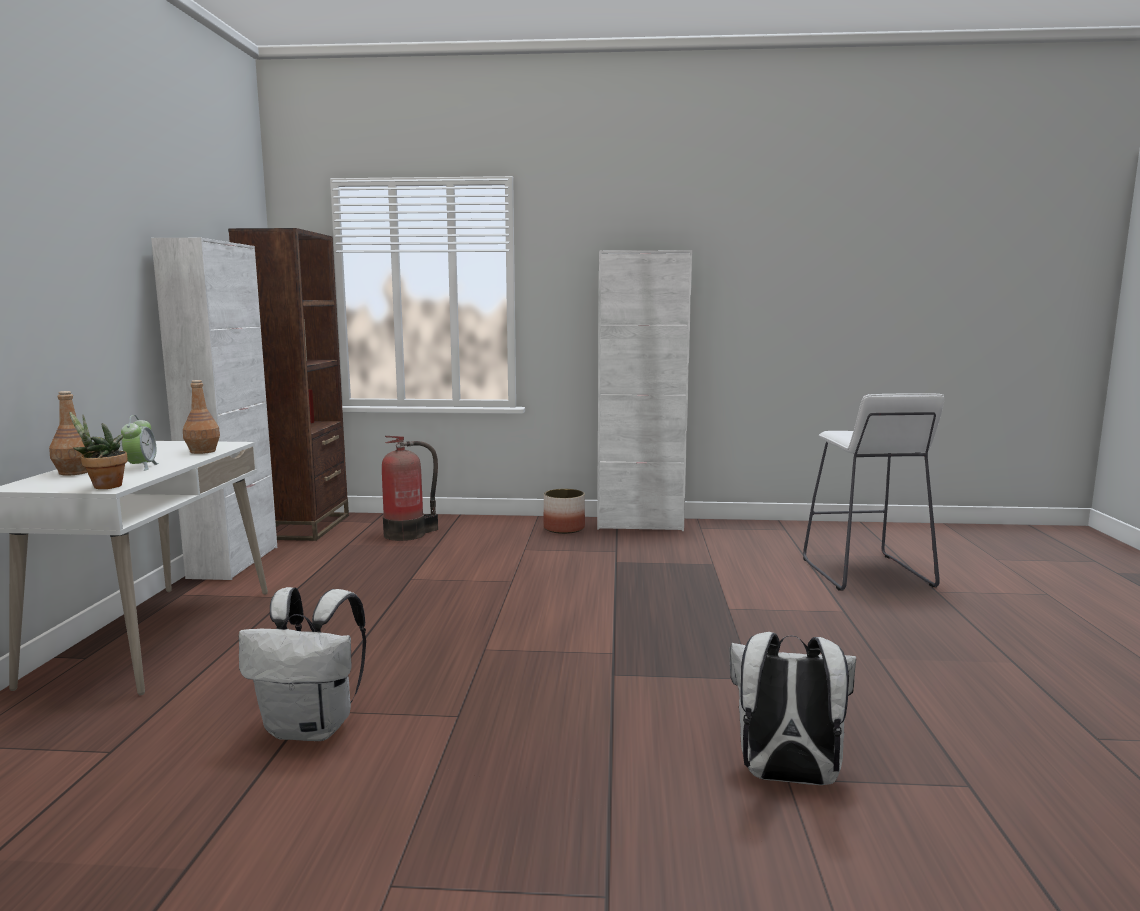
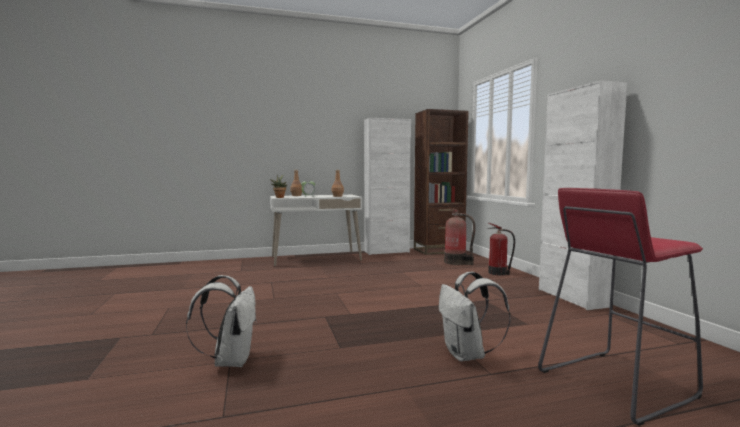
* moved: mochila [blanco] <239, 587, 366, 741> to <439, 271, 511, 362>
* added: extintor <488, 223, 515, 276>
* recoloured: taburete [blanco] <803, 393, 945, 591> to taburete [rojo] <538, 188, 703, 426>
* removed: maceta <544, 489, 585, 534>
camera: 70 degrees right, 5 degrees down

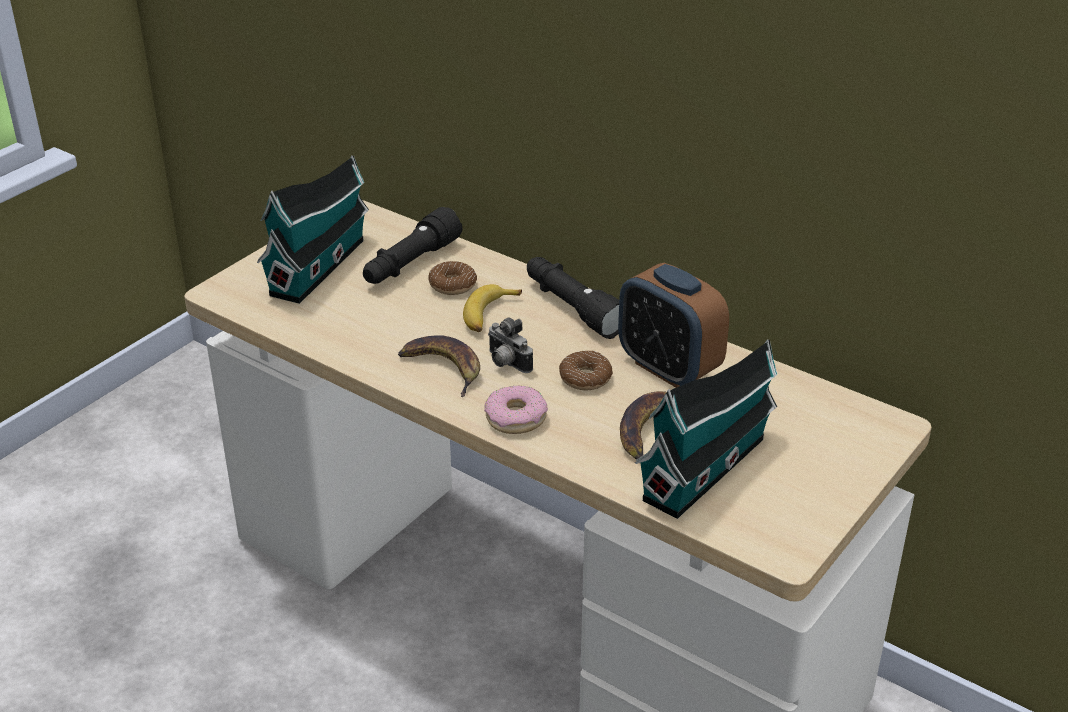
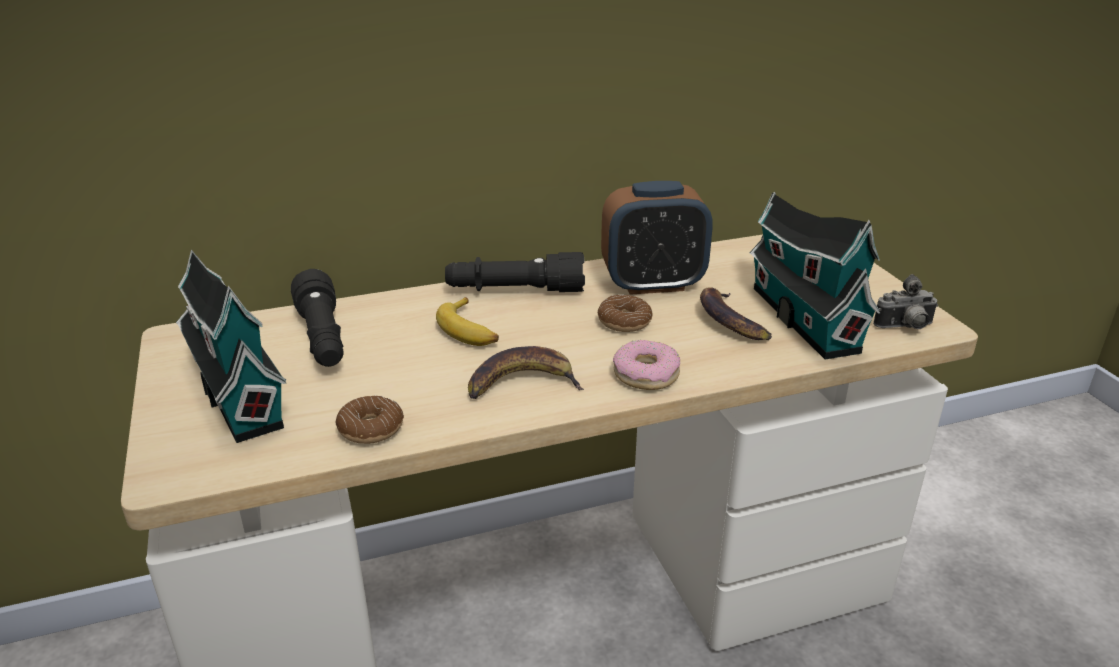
* moved: rosquilla <429, 261, 477, 295> to <336, 395, 404, 444>
* moved: cámara <488, 317, 533, 373> to <873, 274, 938, 329>
camera: 55 degrees left, 5 degrees down

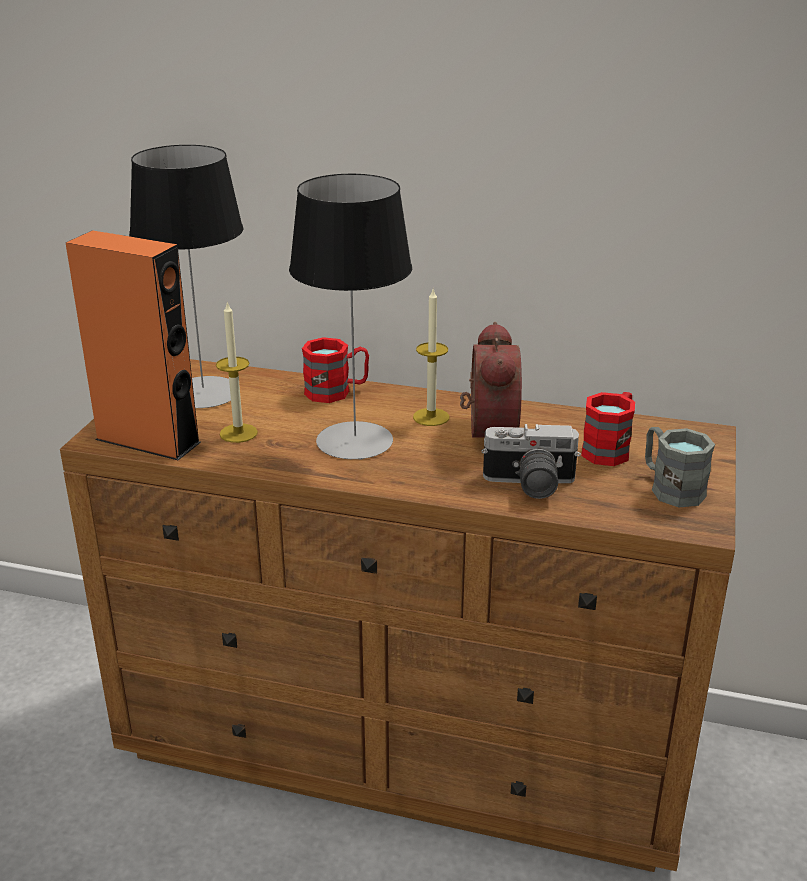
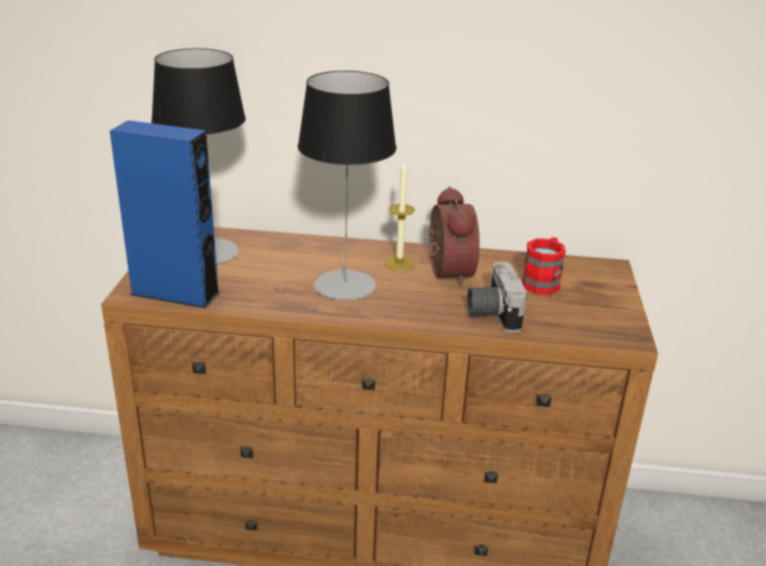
* recoloured: altavoz [naranja] <66, 230, 201, 460> to altavoz [azul] <110, 120, 220, 308>
* turned: cámara <481, 424, 581, 499> = <467, 262, 527, 333> 90 degrees clockwise
* removed: vela <216, 302, 258, 443>
* removed: taza grande [rojo] <302, 337, 369, 403>
* removed: taza grande [gris] <645, 427, 715, 508>
camera: 10 degrees left, 0 degrees up

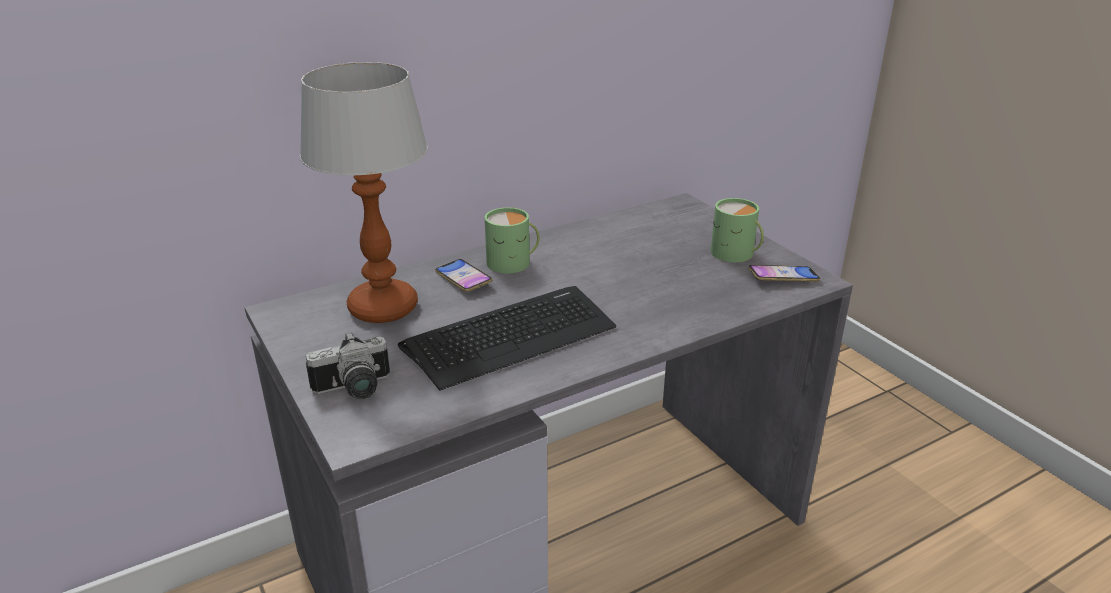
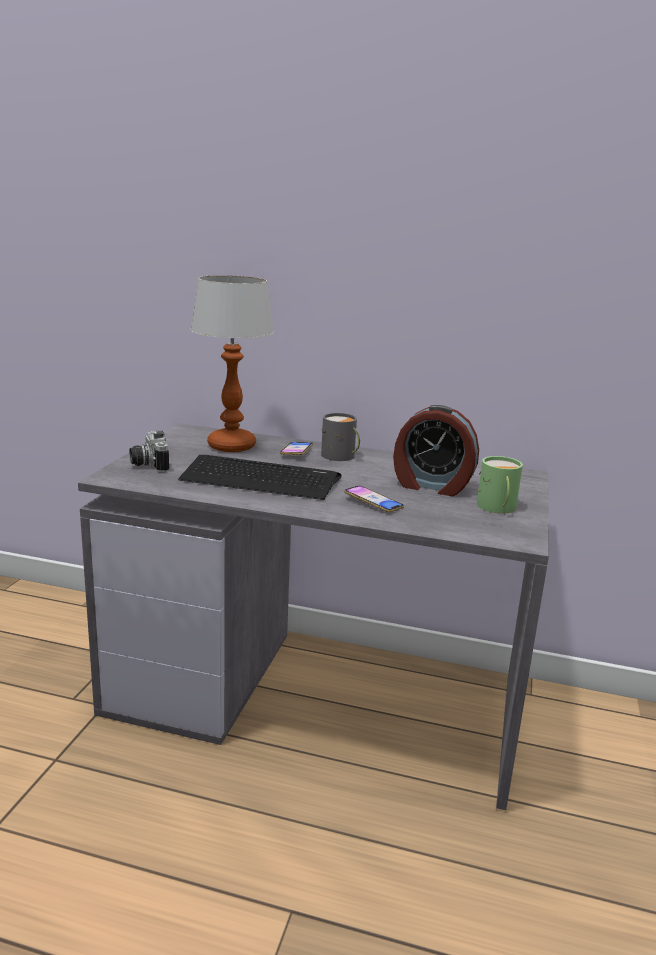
* turned: cámara <306, 332, 390, 399> = <130, 431, 169, 472> 45 degrees clockwise
* recoloured: taza grande [verde] <485, 207, 540, 273> to taza grande [gris] <321, 413, 360, 461>
* moved: móvil <748, 265, 820, 282> to <344, 486, 404, 512>
* added: despertador <393, 405, 479, 496>
camera: 45 degrees right, 10 degrees down

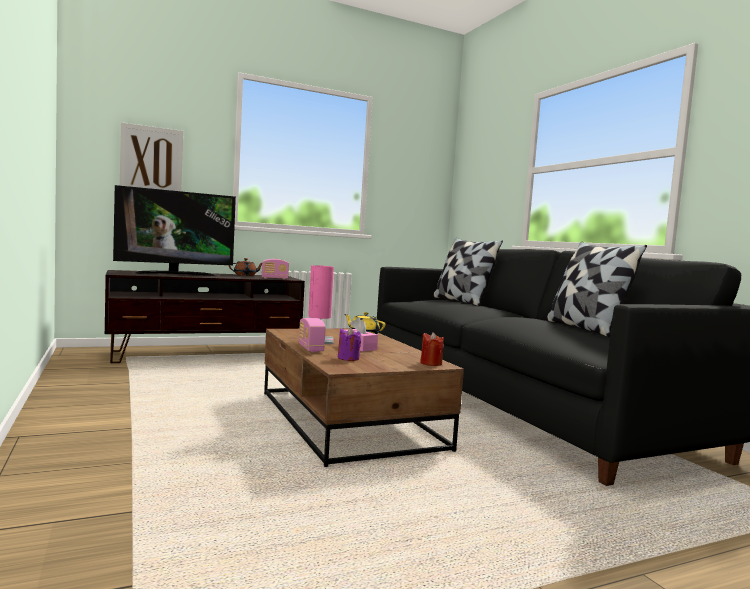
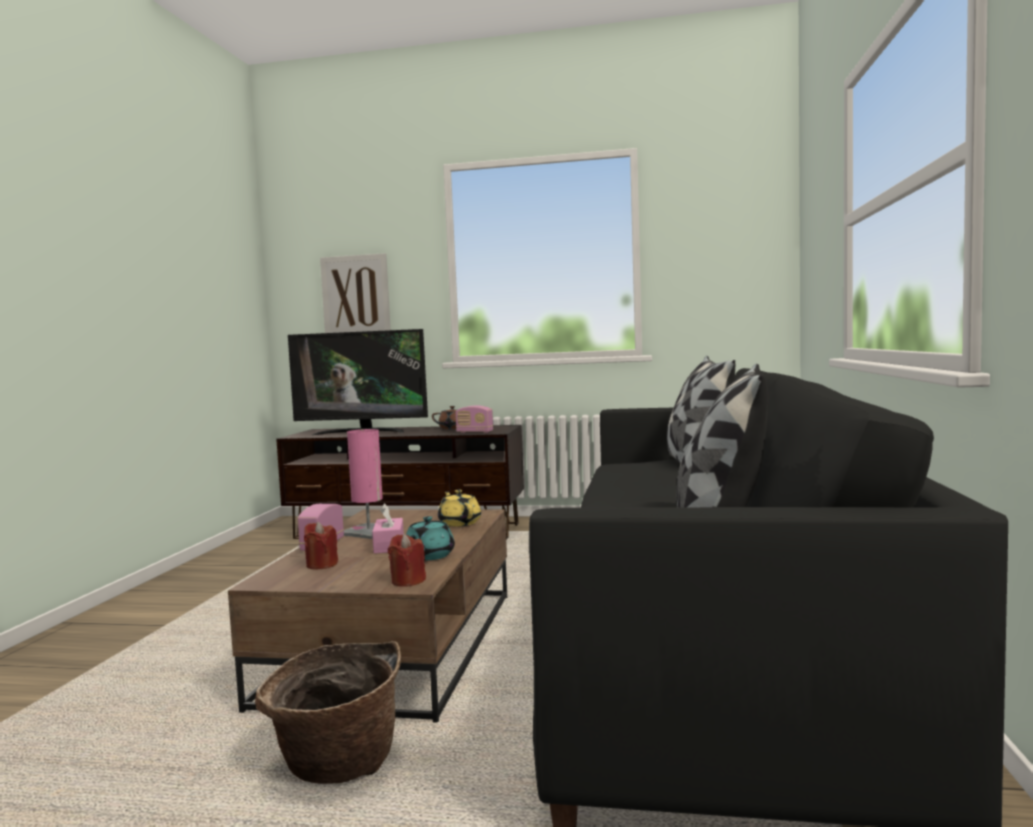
* added: cesta <255, 641, 401, 784>
* recoloured: vela [morado] <337, 327, 361, 361> to vela [rojo] <304, 522, 338, 570>
* added: tetera [turquesa] <406, 516, 455, 560>
camera: 35 degrees right, 0 degrees up

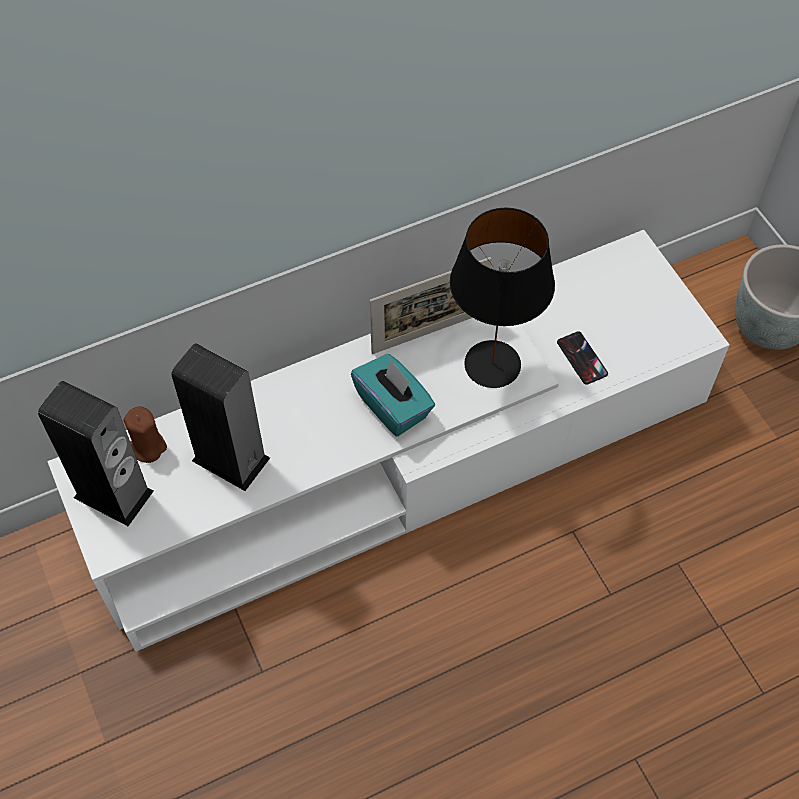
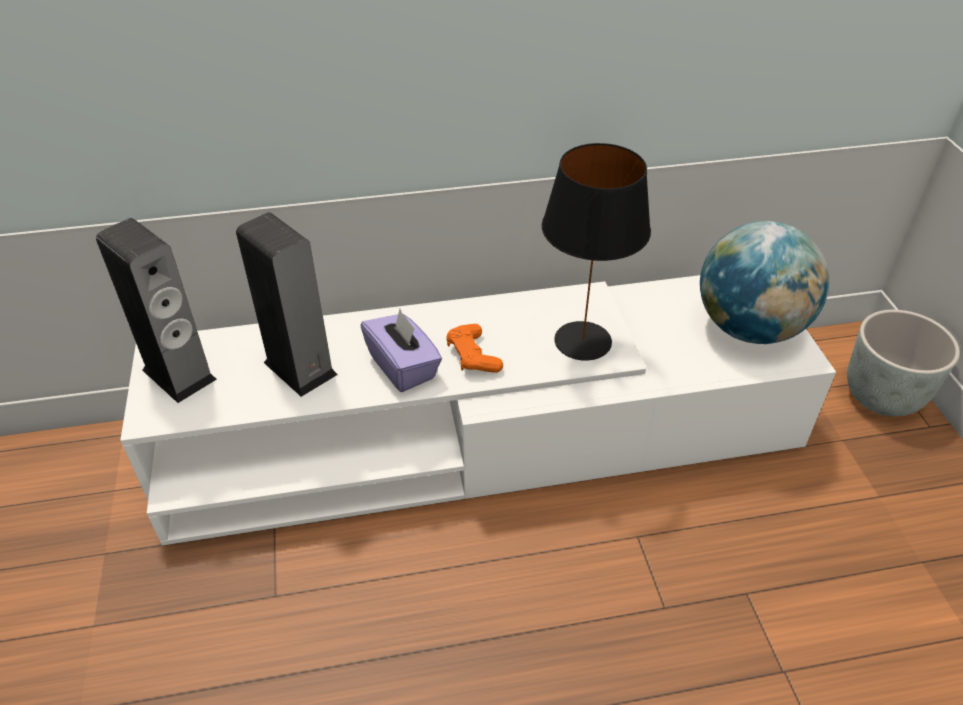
* added: caja de pañuelos [morado] <361, 309, 442, 392>
* replaced: caja de pañuelos [turquesa] <351, 354, 435, 436> to mando de consola [naranja] <447, 324, 503, 373>
* added: globo terráqueo <700, 221, 830, 344>
* removed: vela [marrón] <124, 406, 167, 463>
* removed: portarretratos <370, 257, 491, 354>
* removed: móvil <557, 331, 608, 385>
camera: 15 degrees right, 15 degrees down

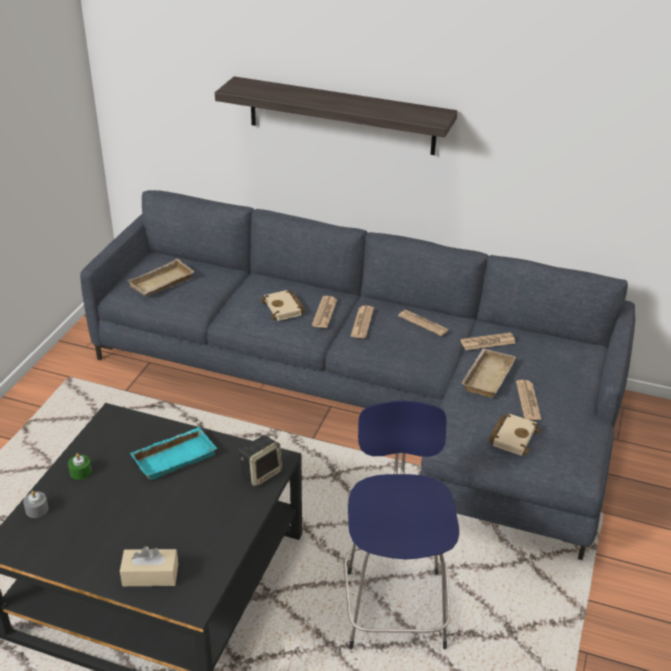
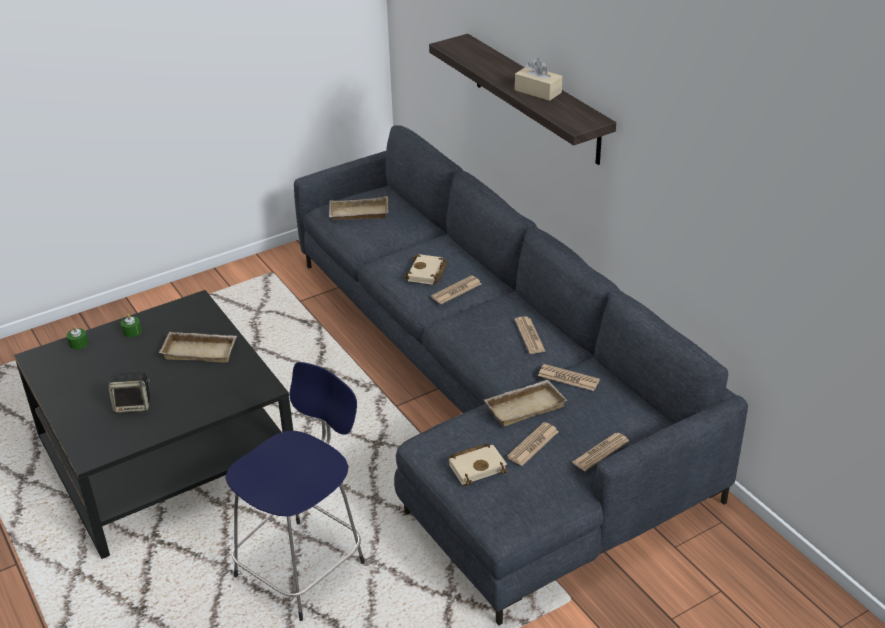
* recoloured: vela [gris] <23, 491, 49, 518> to vela [verde] <67, 326, 88, 350>
* moved: altavoz <239, 435, 282, 487> to <108, 372, 150, 413>
* recoloured: bandeja [turquesa] <130, 427, 217, 480> to bandeja [beis] <159, 332, 237, 363>
* moved: caja de pañuelos [beis] <120, 546, 178, 586> to <515, 58, 562, 101>
* moved: periódico <350, 305, 374, 338> to <572, 433, 629, 471>
camera: 40 degrees right, 0 degrees up

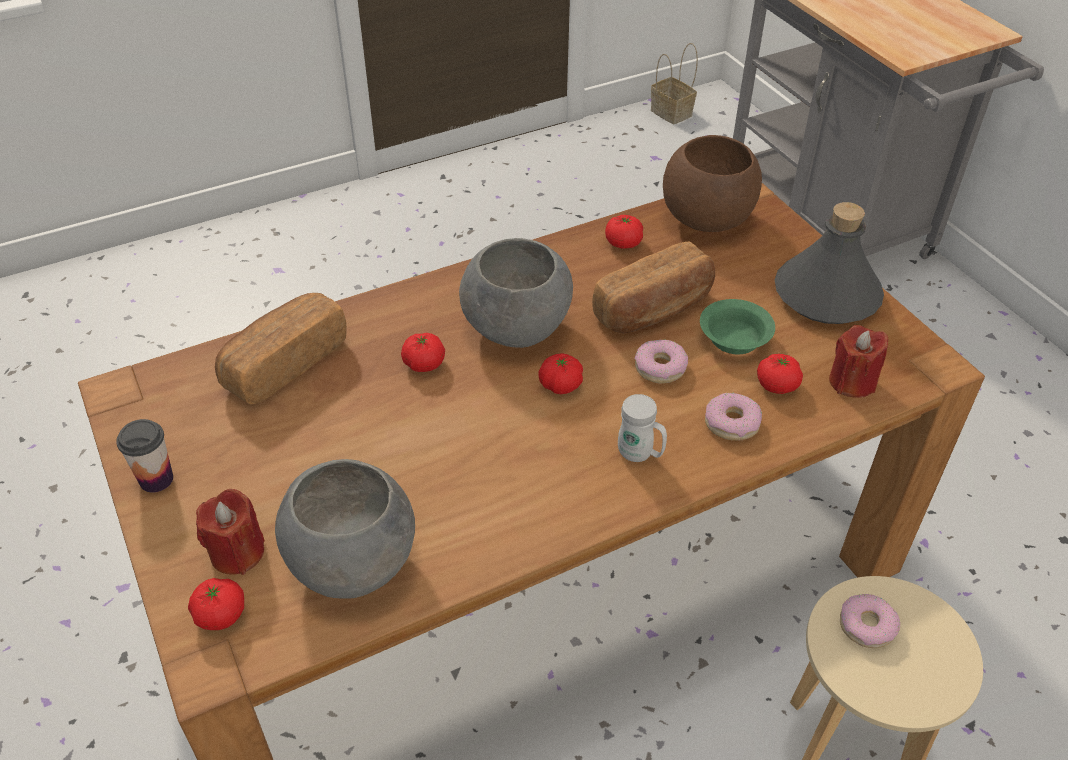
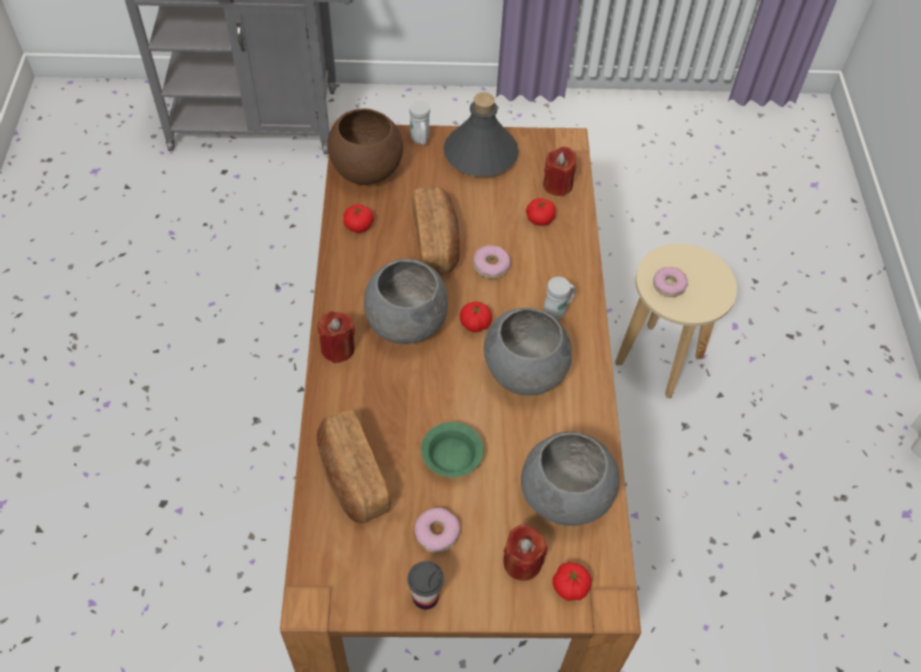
* added: vela [rojo] <318, 311, 355, 363>
* added: taza grande [blanco] <409, 101, 430, 145>
* moved: rosquilla <705, 393, 762, 441> to <414, 507, 460, 553>
* moved: cuenco [verde] <700, 299, 775, 354> to <421, 422, 483, 477>
* added: cuenco [gris] <484, 308, 572, 396>
* removed: tomate <401, 333, 445, 372>
* removed: cesta <651, 43, 698, 124>
camera: 65 degrees left, 10 degrees up

